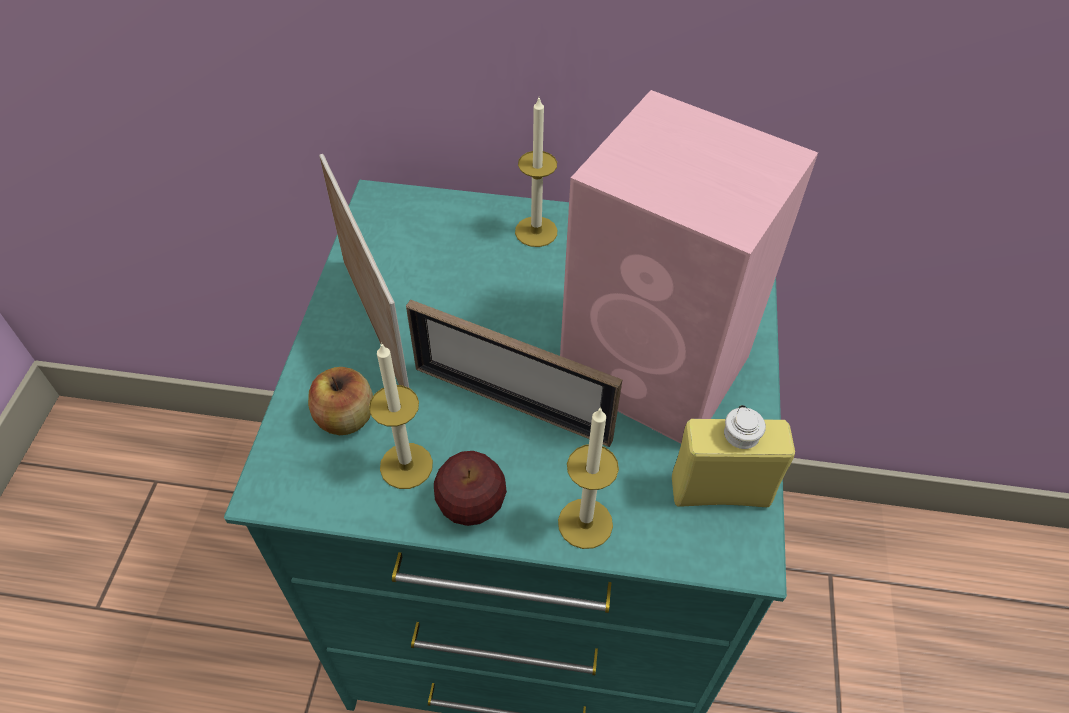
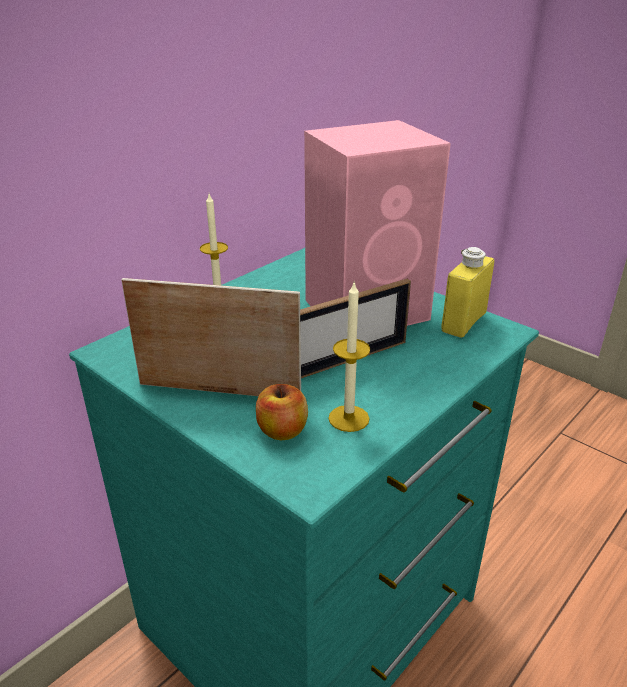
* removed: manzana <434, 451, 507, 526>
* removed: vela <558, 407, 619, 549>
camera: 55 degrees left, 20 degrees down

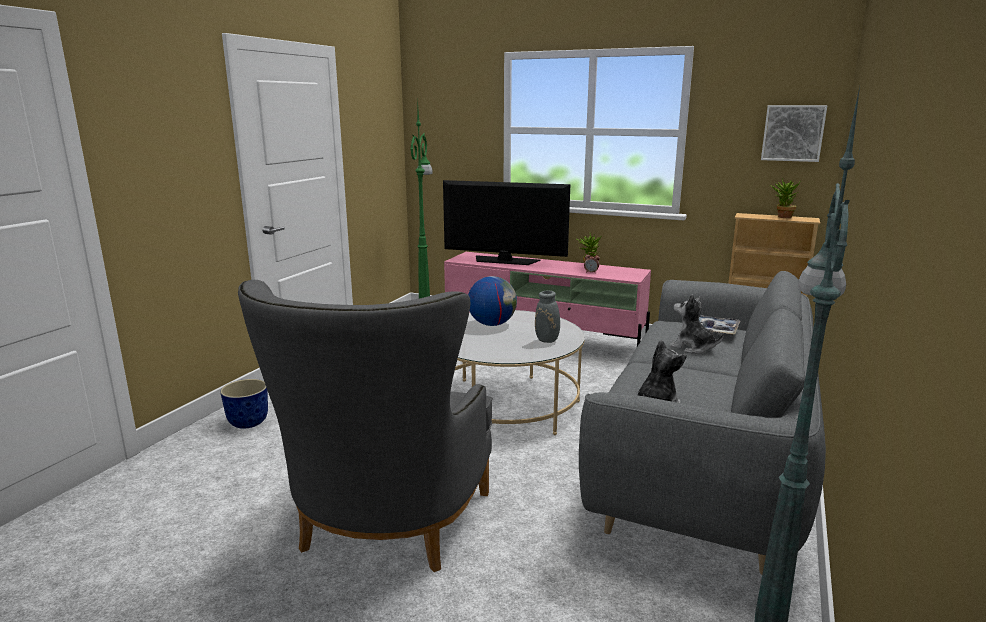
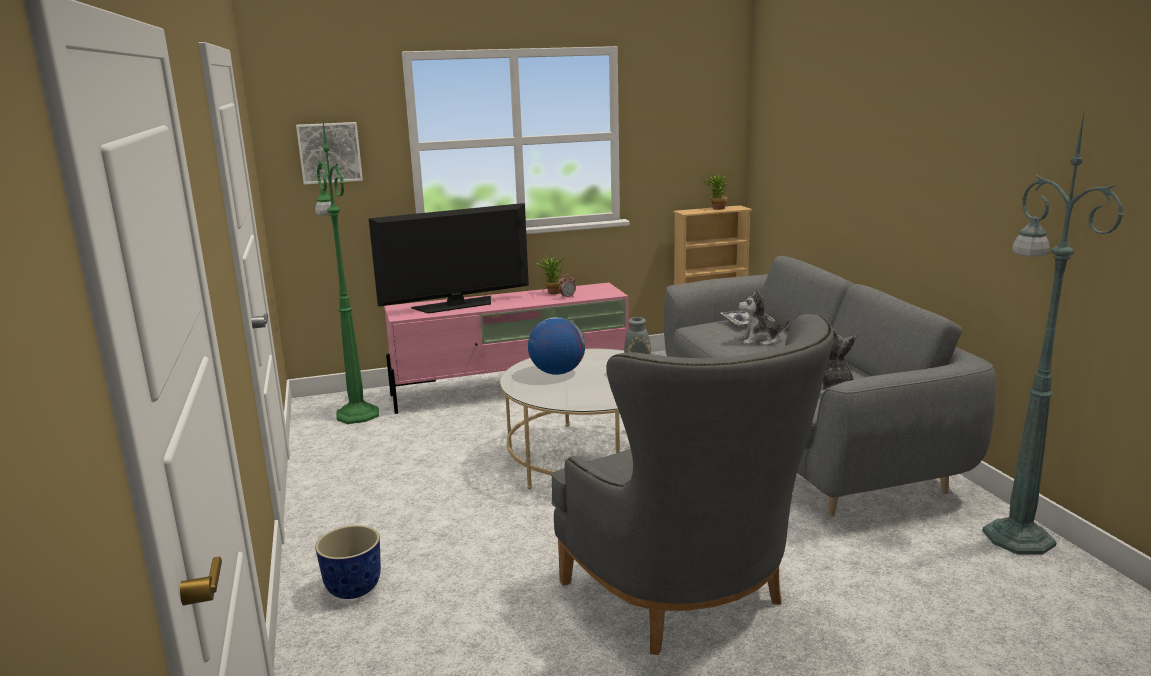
* moved: cuadro <761, 105, 827, 162> to <296, 122, 363, 185>
camera: 40 degrees left, 0 degrees up

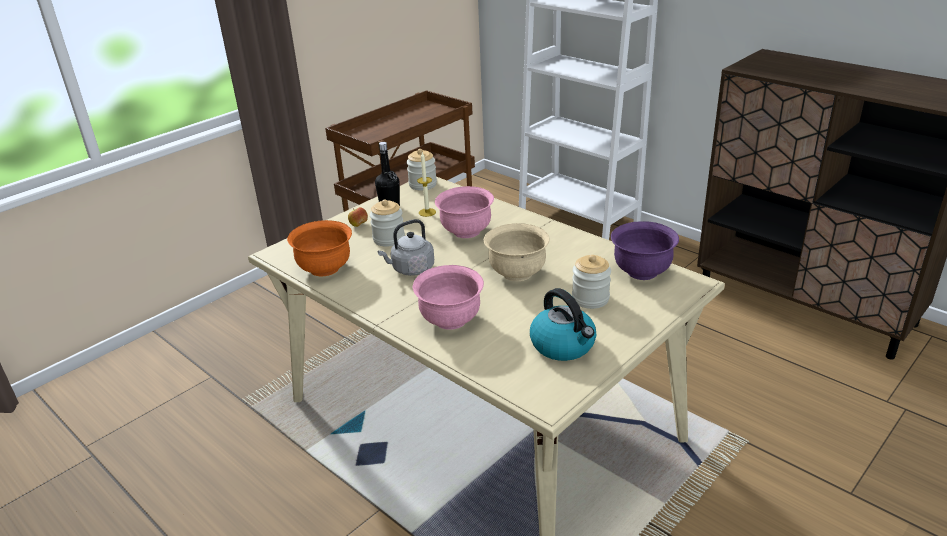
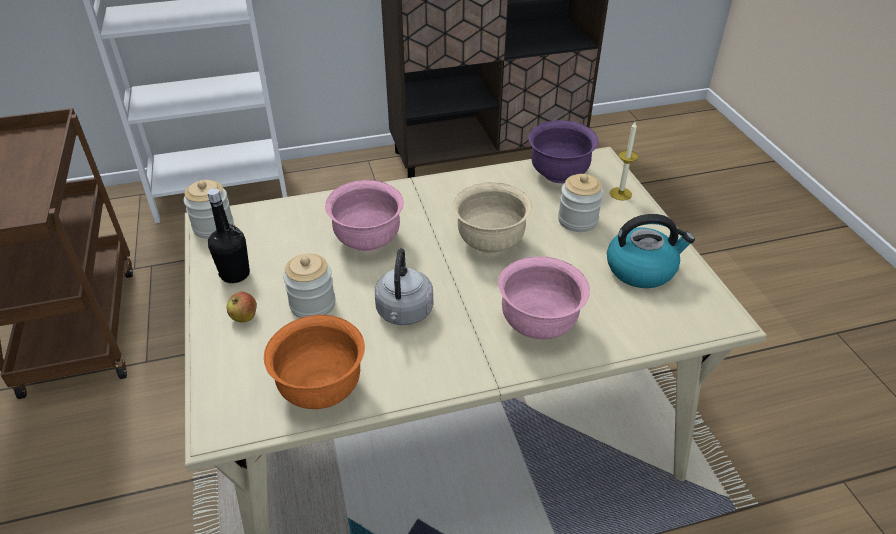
* moved: vela <417, 152, 436, 217> to <610, 122, 638, 201>
camera: 60 degrees left, 10 degrees up

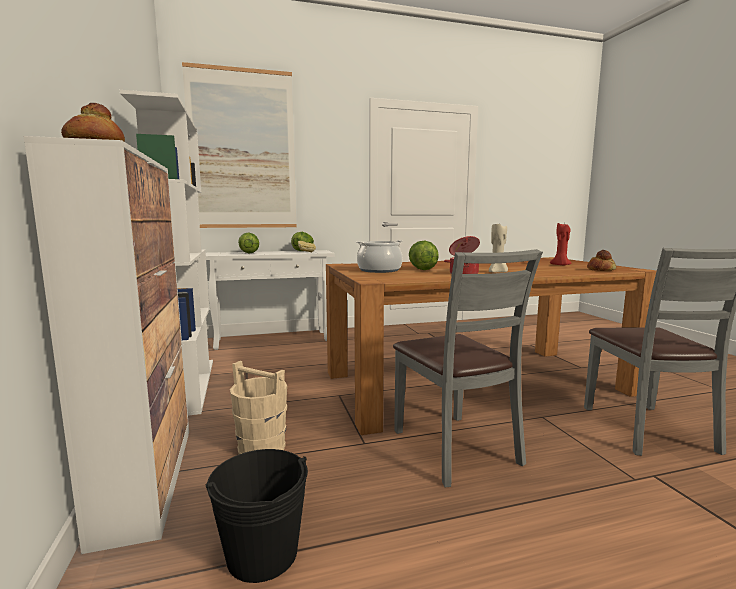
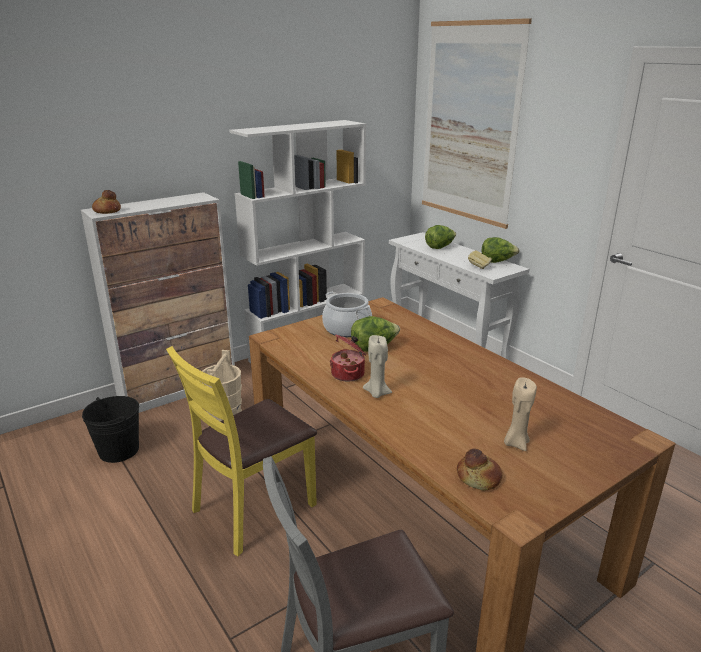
* recoloured: silla [gris] <393, 249, 543, 487> to silla [amarillo] <166, 346, 317, 556>
* recoloured: vela [rojo] <550, 223, 572, 266> to vela [beis] <504, 377, 537, 451>
camera: 70 degrees right, 15 degrees up

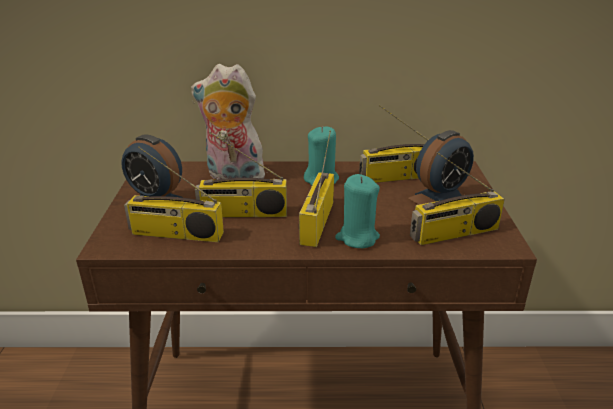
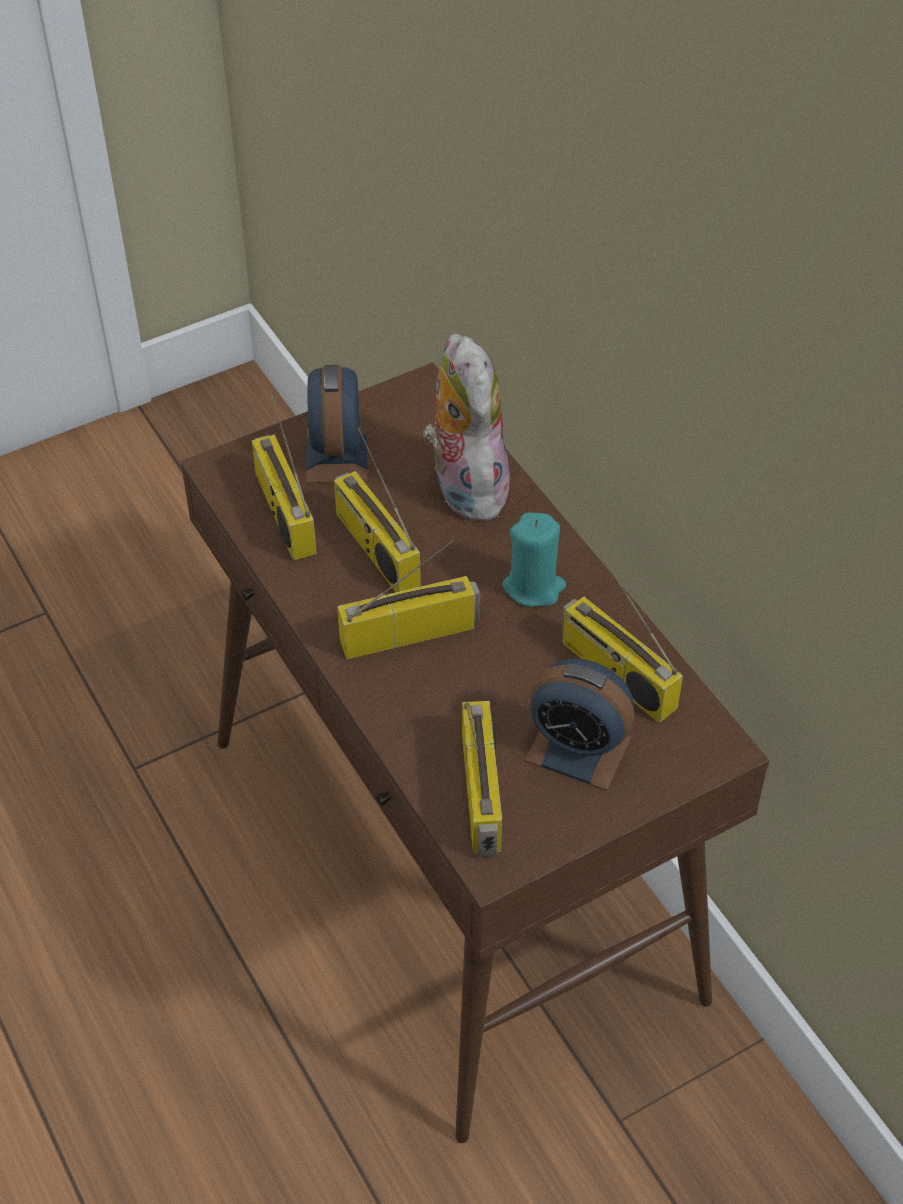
* turned: radio <410, 152, 505, 245> = <462, 701, 502, 857> 135 degrees counterclockwise
* removed: vela [turquesa] <335, 174, 380, 248>
camera: 60 degrees right, 20 degrees up

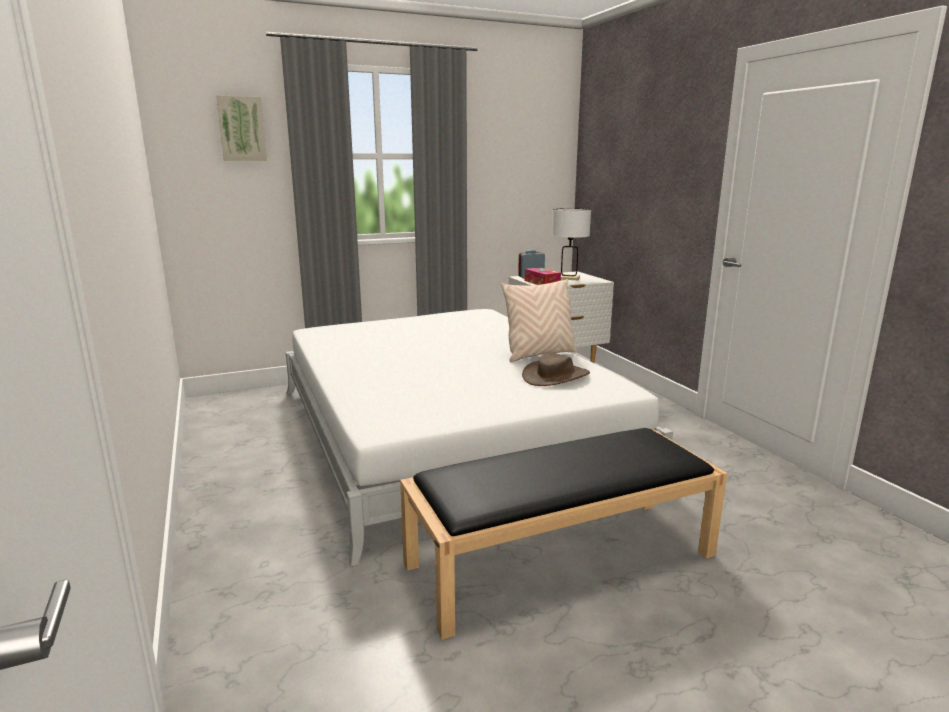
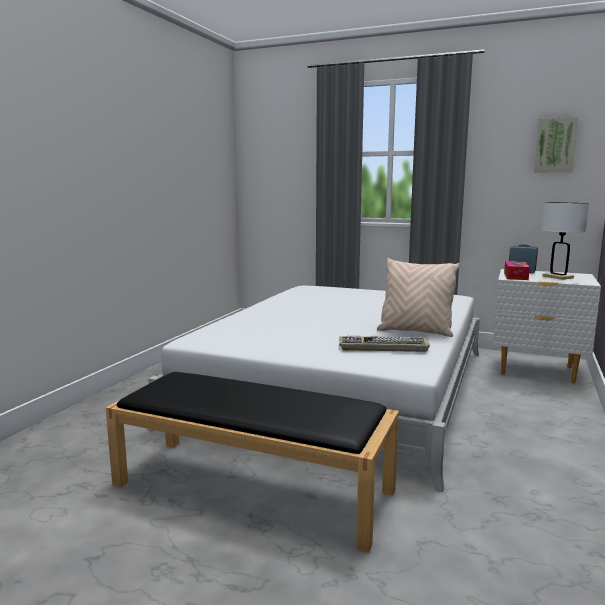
* replaced: sombrero [marrón] <522, 353, 590, 386> to teclado <339, 336, 430, 352>
* moved: cuadro <216, 95, 267, 161> to <534, 117, 578, 172>
camera: 45 degrees right, 5 degrees down

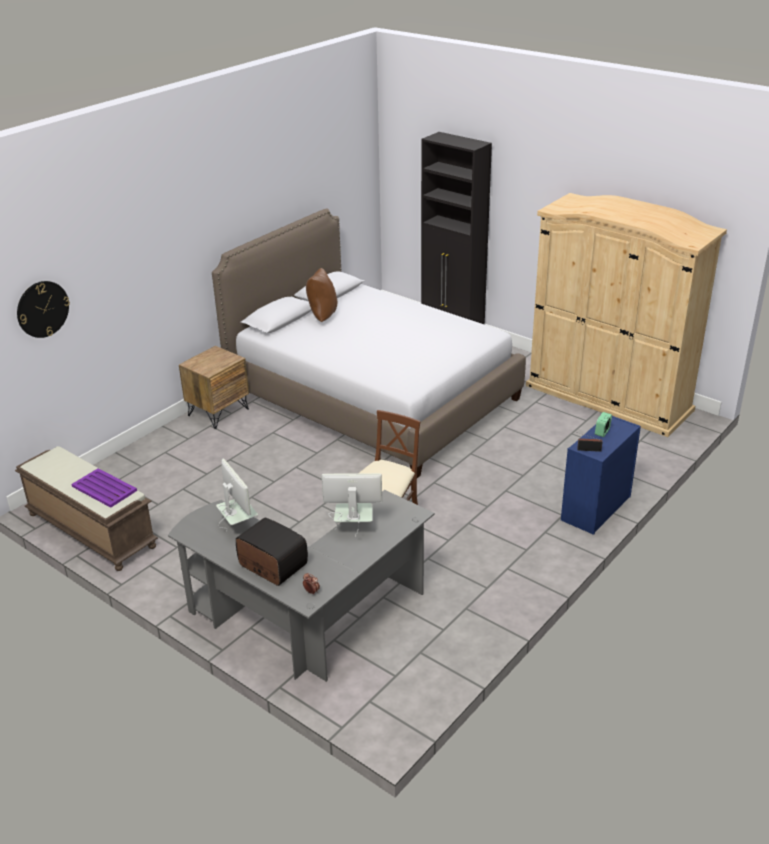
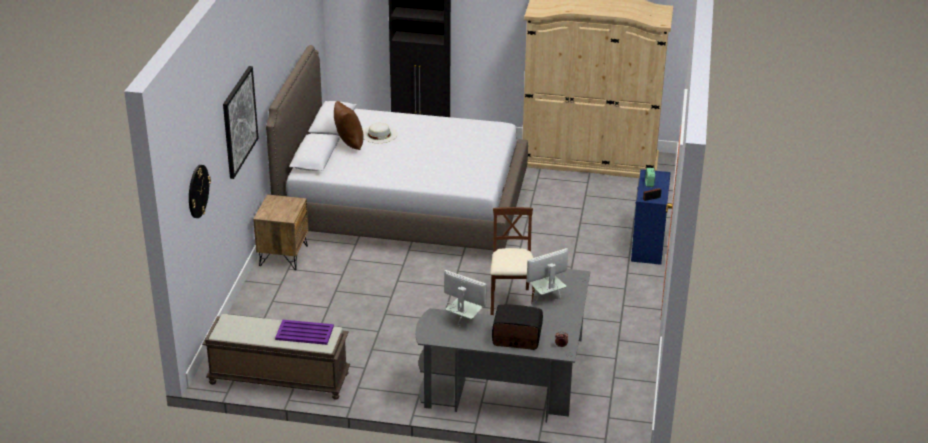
* added: cuadro <223, 66, 259, 179>
* added: sombrero [blanco] <363, 123, 398, 143>
camera: 30 degrees left, 0 degrees up

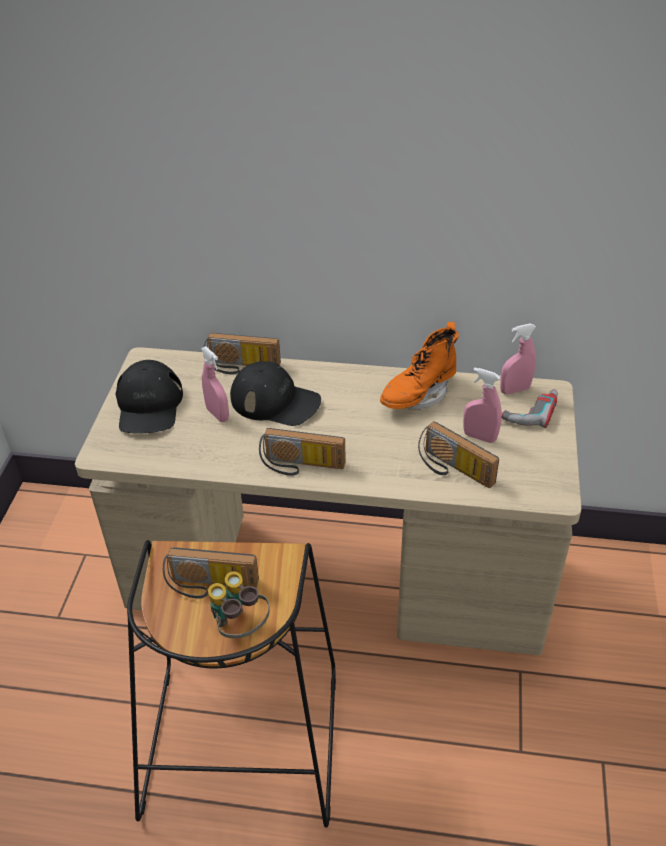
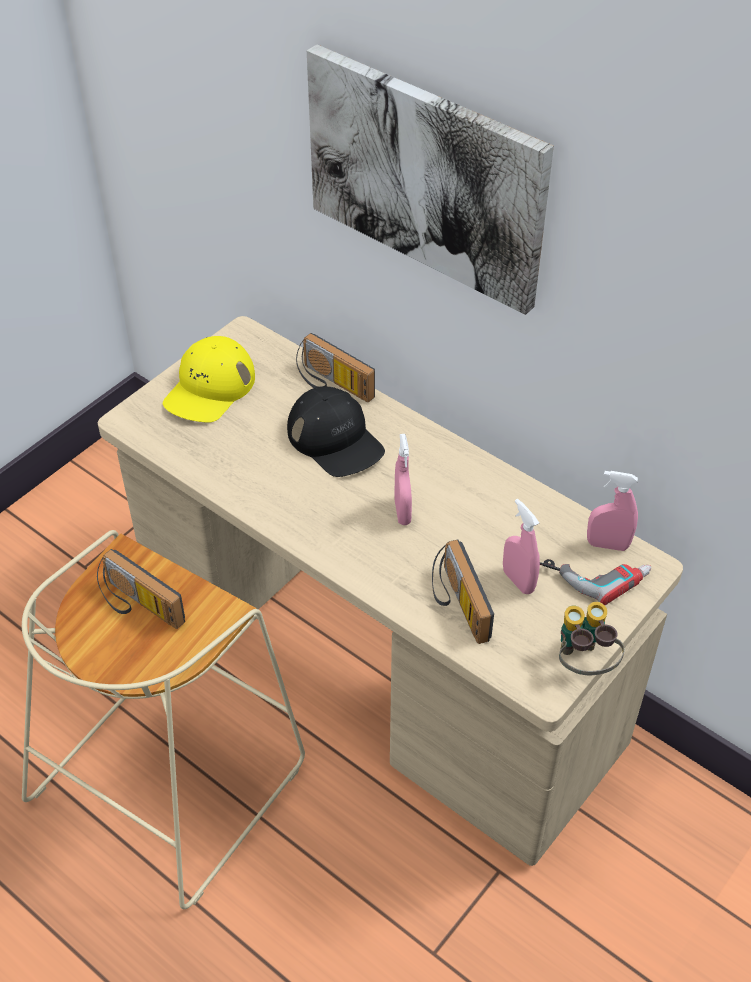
* recoloured: taburete [negro] <127, 540, 336, 828> to taburete [beis] <22, 530, 305, 909>
* recoloured: gorra [negro] <116, 360, 183, 434> to gorra [amarillo] <163, 336, 255, 423>
* added: cuadro <307, 44, 554, 315>
* moved: pulverizador [rosa] <201, 347, 229, 422> to <394, 434, 412, 525>
* moved: prismáticos <208, 571, 270, 638> to <559, 602, 625, 675>
* removed: radio <259, 428, 345, 476>
* removed: bota [naranja] <380, 322, 459, 410>
camera: 30 degrees right, 5 degrees up

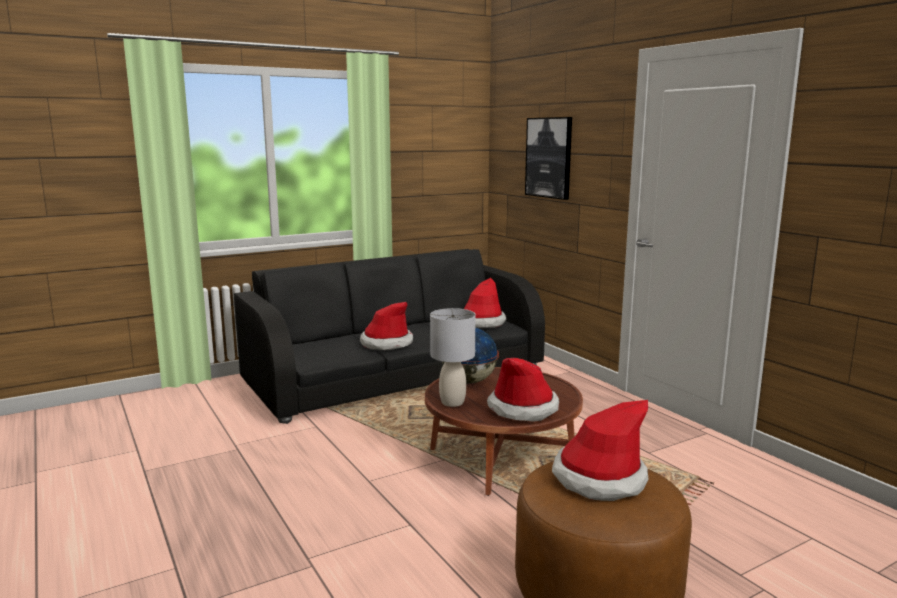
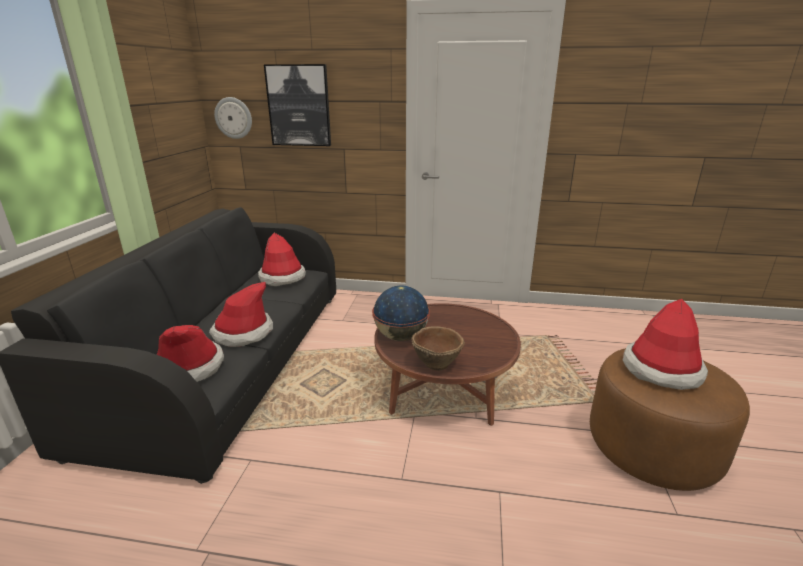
* moved: sombrero <487, 358, 559, 422> to <157, 325, 224, 382>
* added: reloj de pared <214, 97, 252, 139>
* replaced: lámpara de mesa [gris] <430, 308, 476, 407> to cuenco [marrón] <411, 326, 465, 371>
camera: 50 degrees left, 10 degrees up

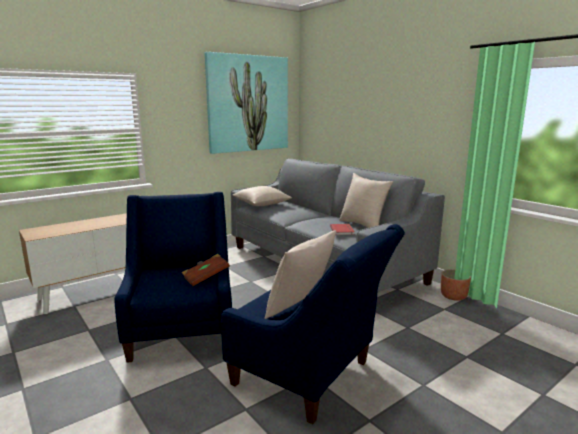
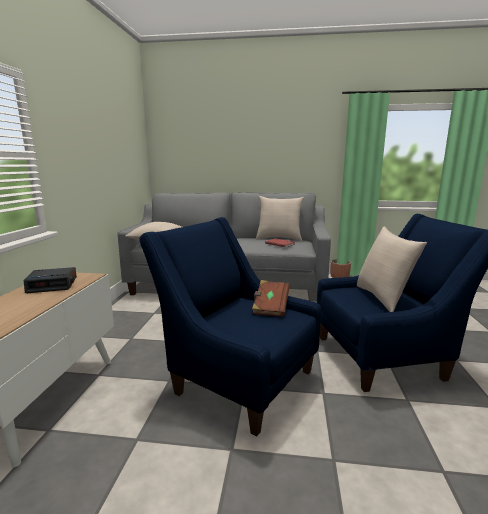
* added: despertador <24, 267, 77, 293>
* removed: cuadro <205, 52, 288, 154>
camera: 45 degrees left, 0 degrees up

